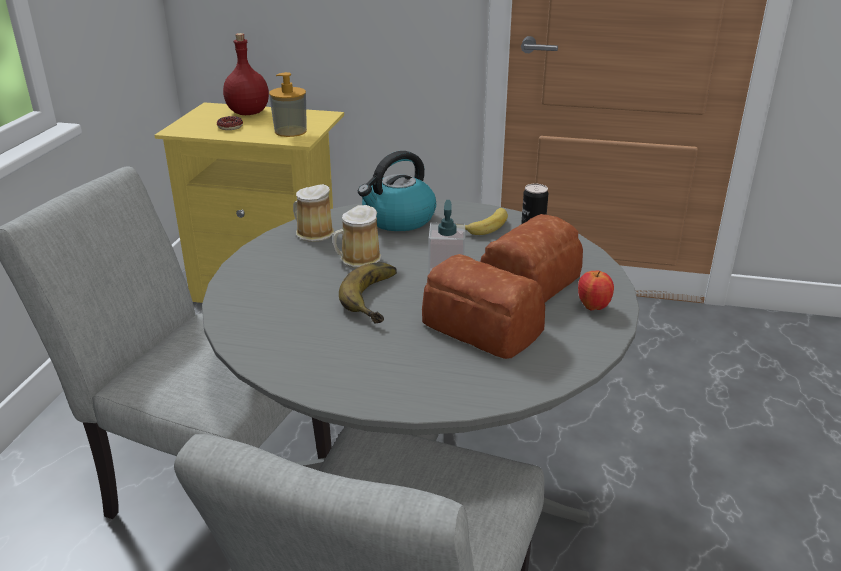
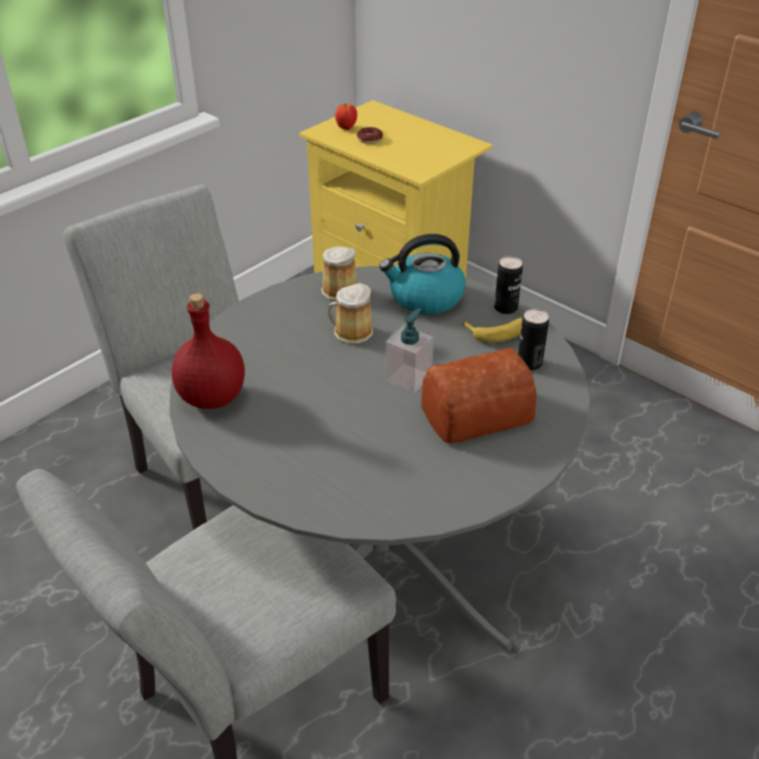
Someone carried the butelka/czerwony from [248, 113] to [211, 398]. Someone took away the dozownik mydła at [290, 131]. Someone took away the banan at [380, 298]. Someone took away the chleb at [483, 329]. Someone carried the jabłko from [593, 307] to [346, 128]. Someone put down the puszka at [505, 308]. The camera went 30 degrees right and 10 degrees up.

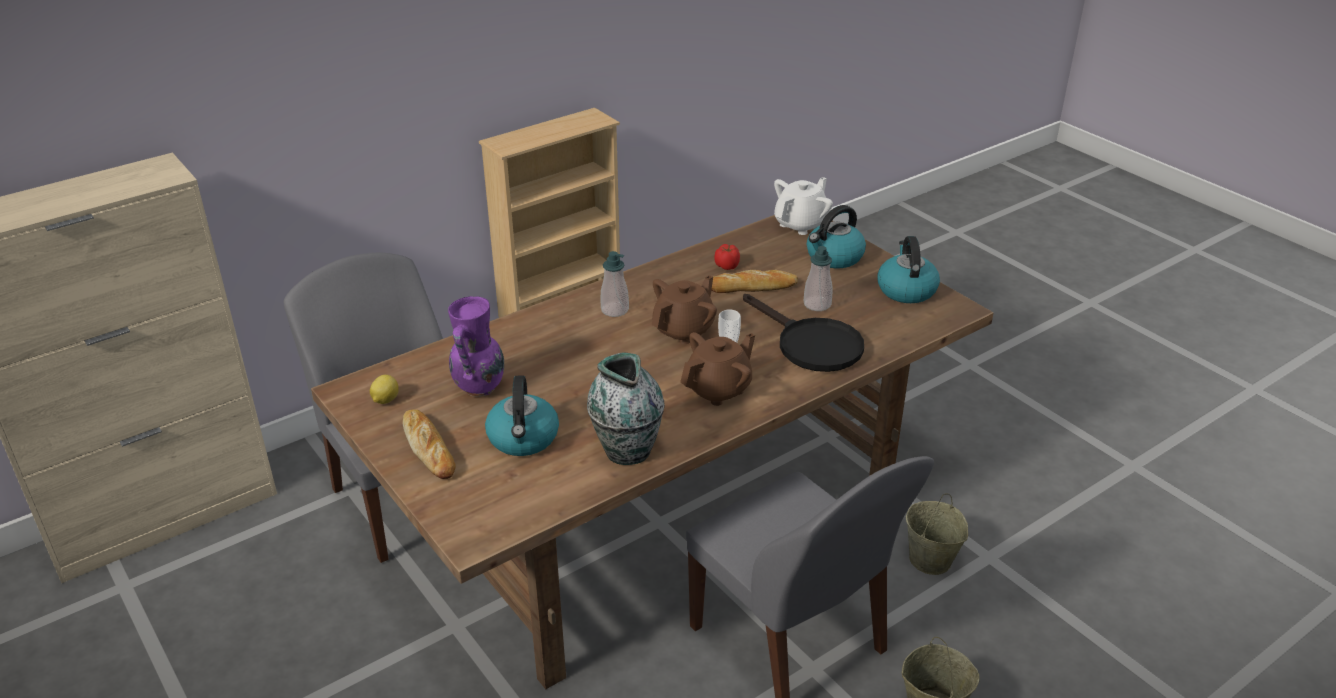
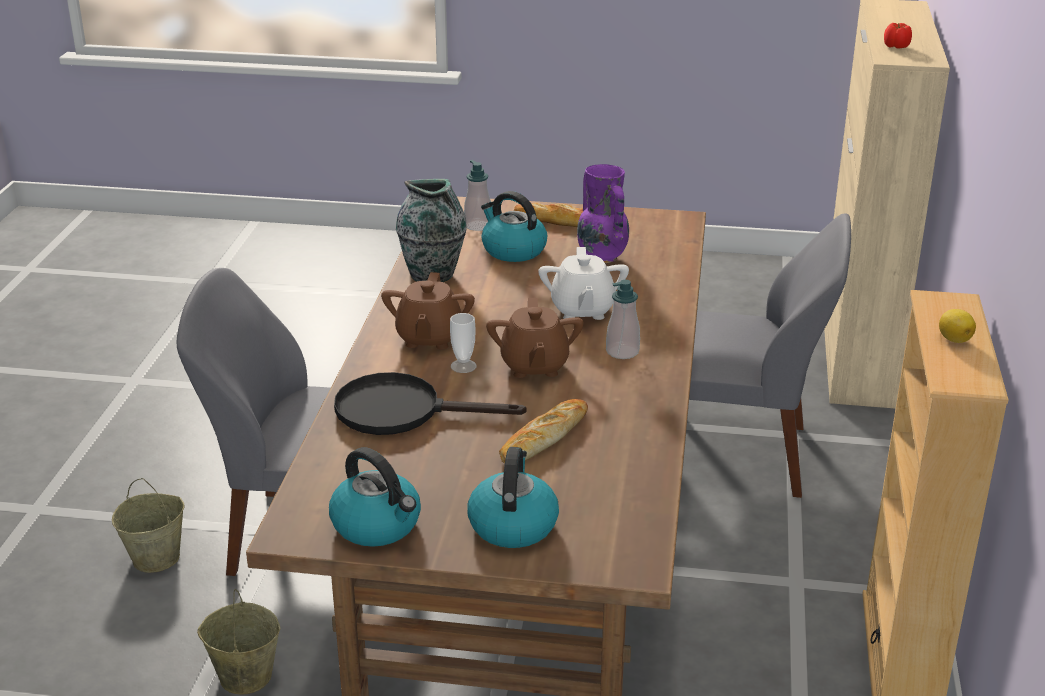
Someone carried the cytryna from [385, 400] to [954, 339]. Someone carried the pomidor from [727, 266] to [896, 47]. Someone carried the imbryk/biały from [801, 224] to [582, 310]. Someone carried the dozownik mydła from [817, 304] to [478, 225]. The camera went 135 degrees right and 5 degrees down.

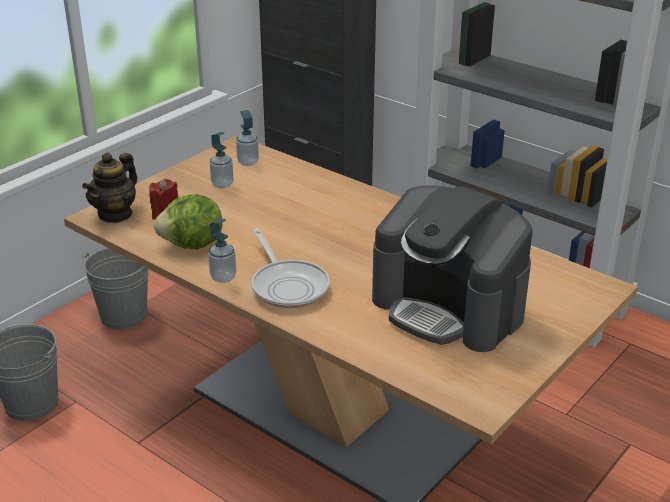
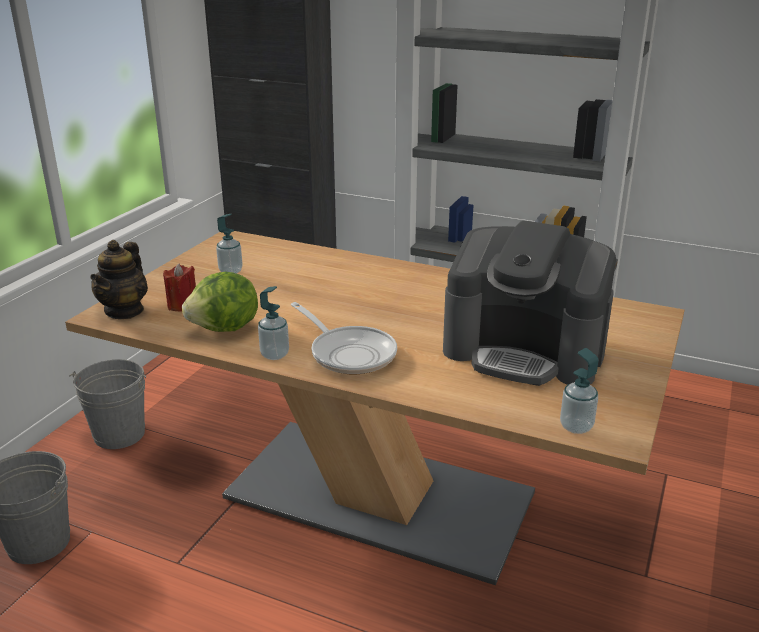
Someone carried the dozownik mydła from [248, 162] to [576, 426]. The camera went 15 degrees left and 5 degrees down.

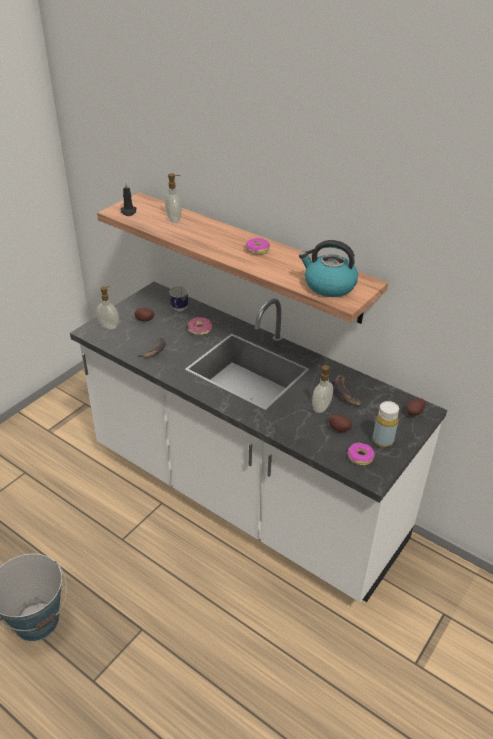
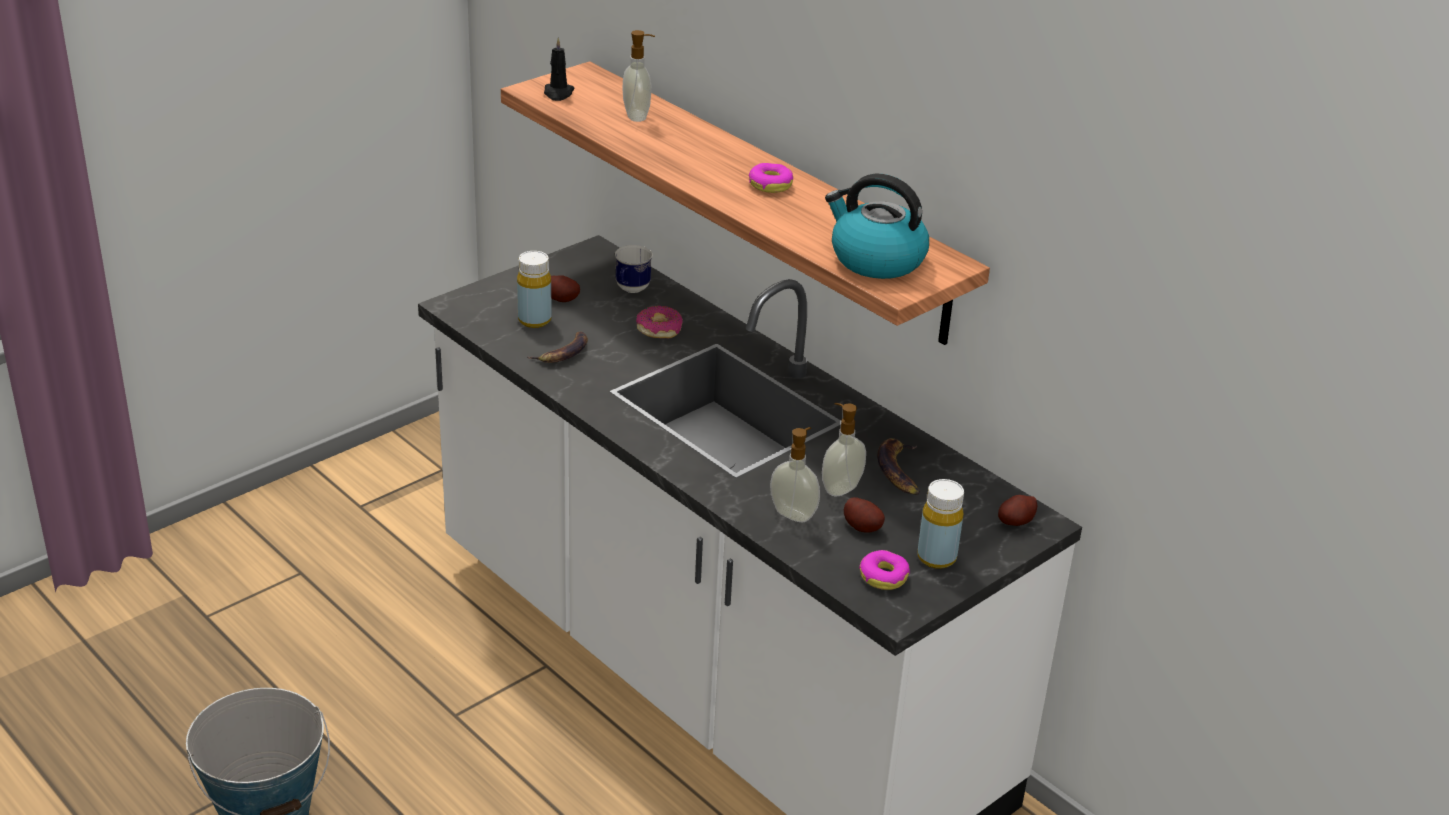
Someone carried the dozownik mydła from [109, 326] to [794, 514]. Someone put down the butelka/żółty at [534, 320]. The camera went 10 degrees right and 5 degrees down.

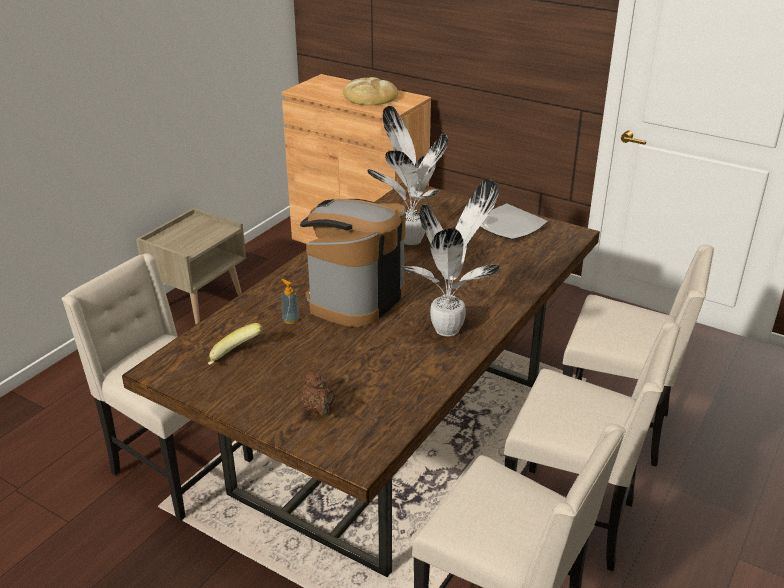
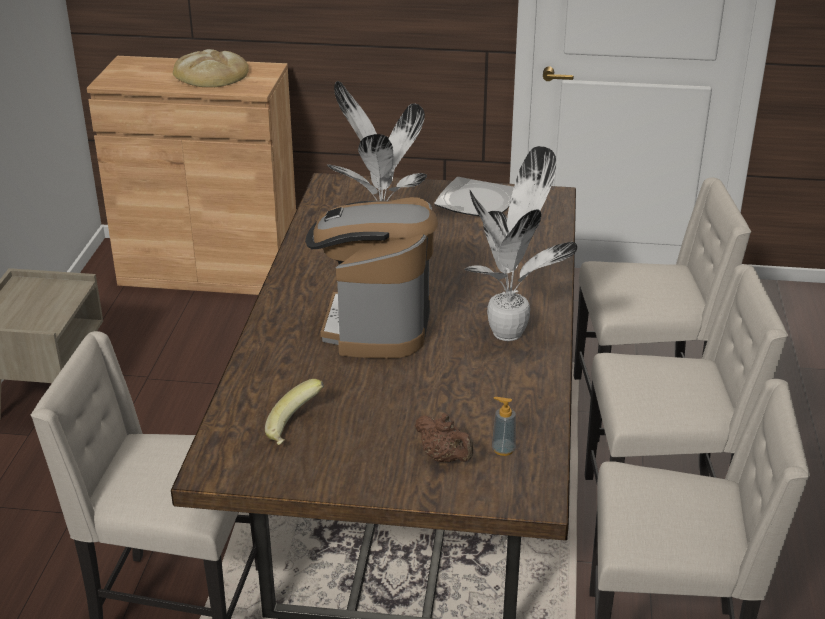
Someone carried the dozownik mydła from [290, 320] to [503, 449]. The camera went 25 degrees left and 0 degrees up.

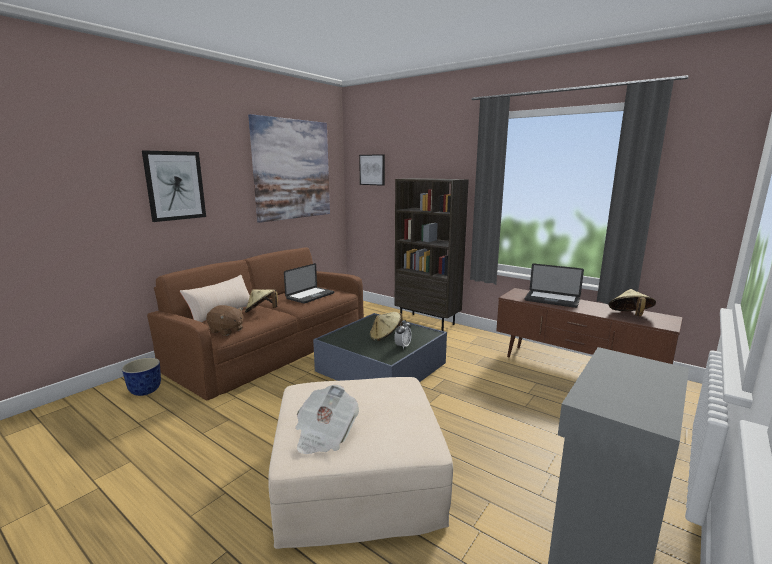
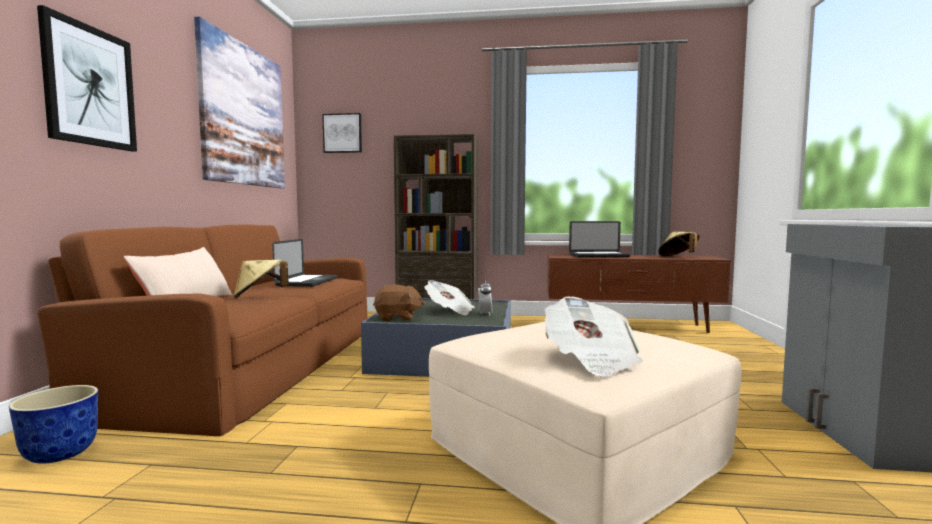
Someone carried the pluszak/brązowy from [226, 330] to [397, 318]. Someone swapped the kapelusz/beżowy at [385, 337] for the gazeta at [450, 311]. The camera went 30 degrees left and 10 degrees down.

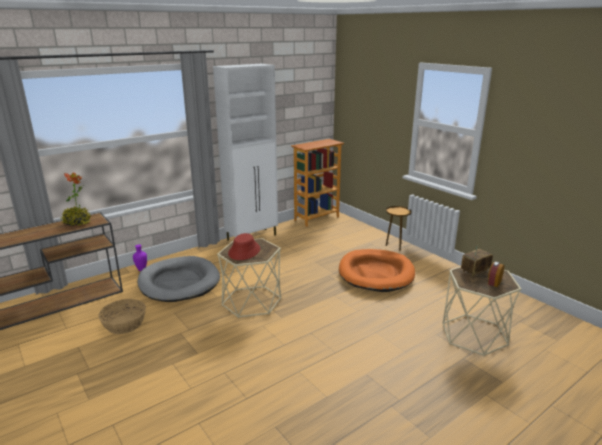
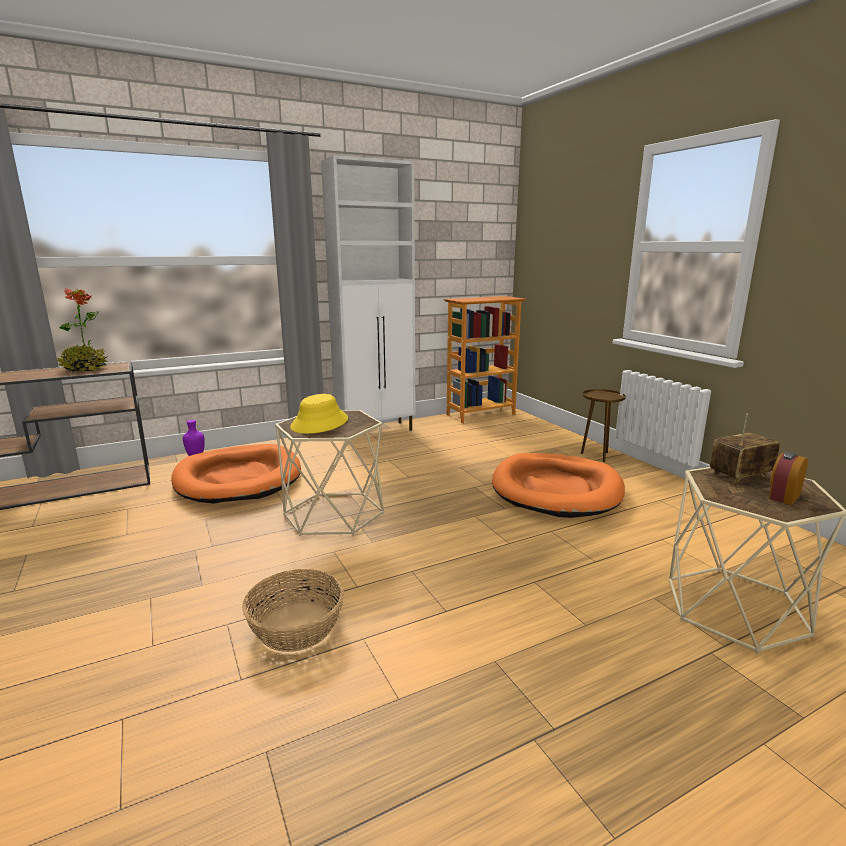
Someone carried the koszyk from [124, 324] to [296, 626]. Someone repainted the legowisko/szary at [179, 282], which became the legowisko/pomarańczowy at [238, 478]. Someone repainted the kapelusz/czerwony at [244, 251], which became the kapelusz/żółty at [320, 423]. The camera went 10 degrees right and 5 degrees down.

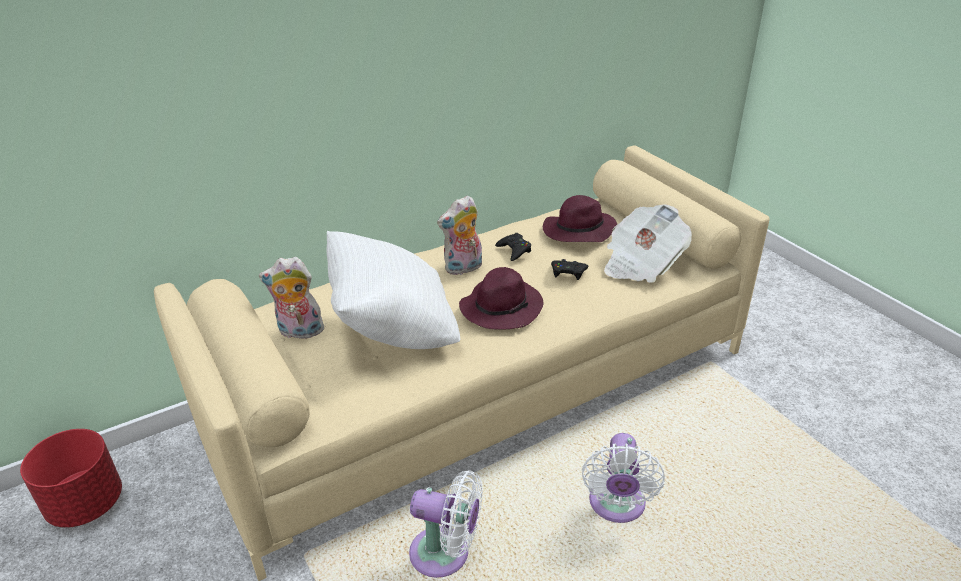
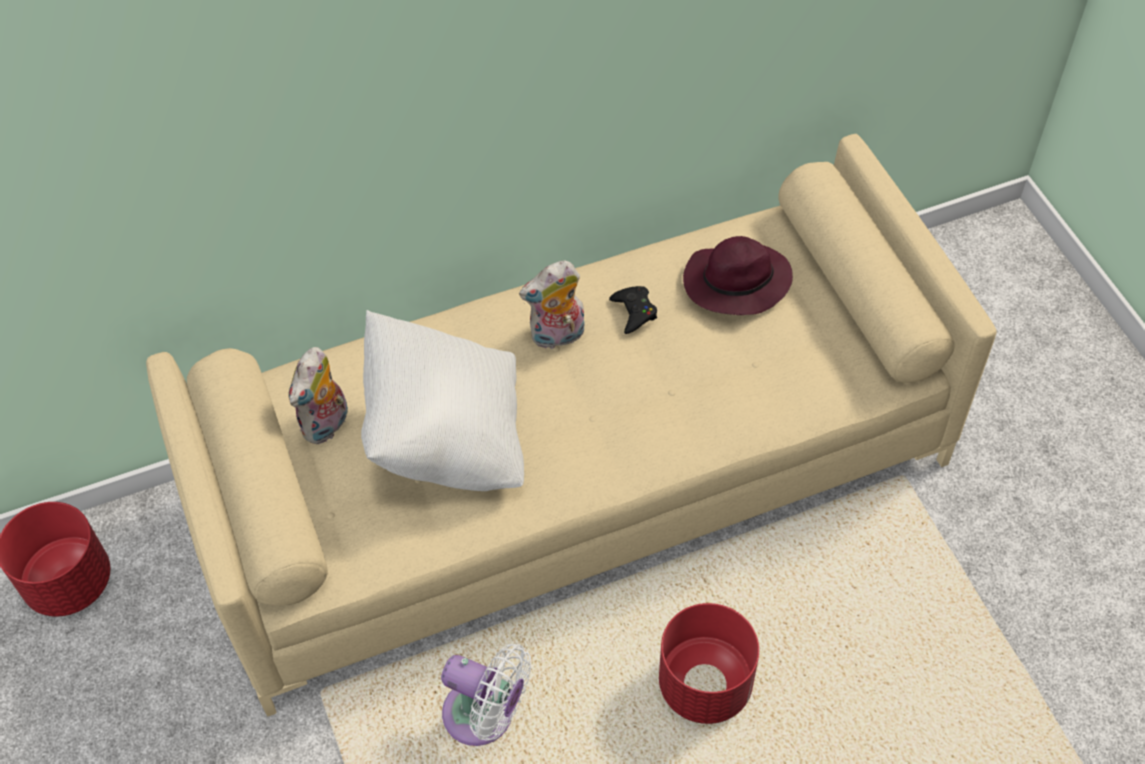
Someone rotated the pluszak at [299, 332] by 75 degrees counterclockwise. Someone took away the kapelusz/fioletowy at [501, 307]. Someone took away the pad do gier/czarny at [568, 272]. Someone swapped the wentylator/biały at [616, 507] for the donica/czerwony at [705, 684]. Someone took away the gazeta at [641, 263]. The camera went 10 degrees right and 20 degrees up.

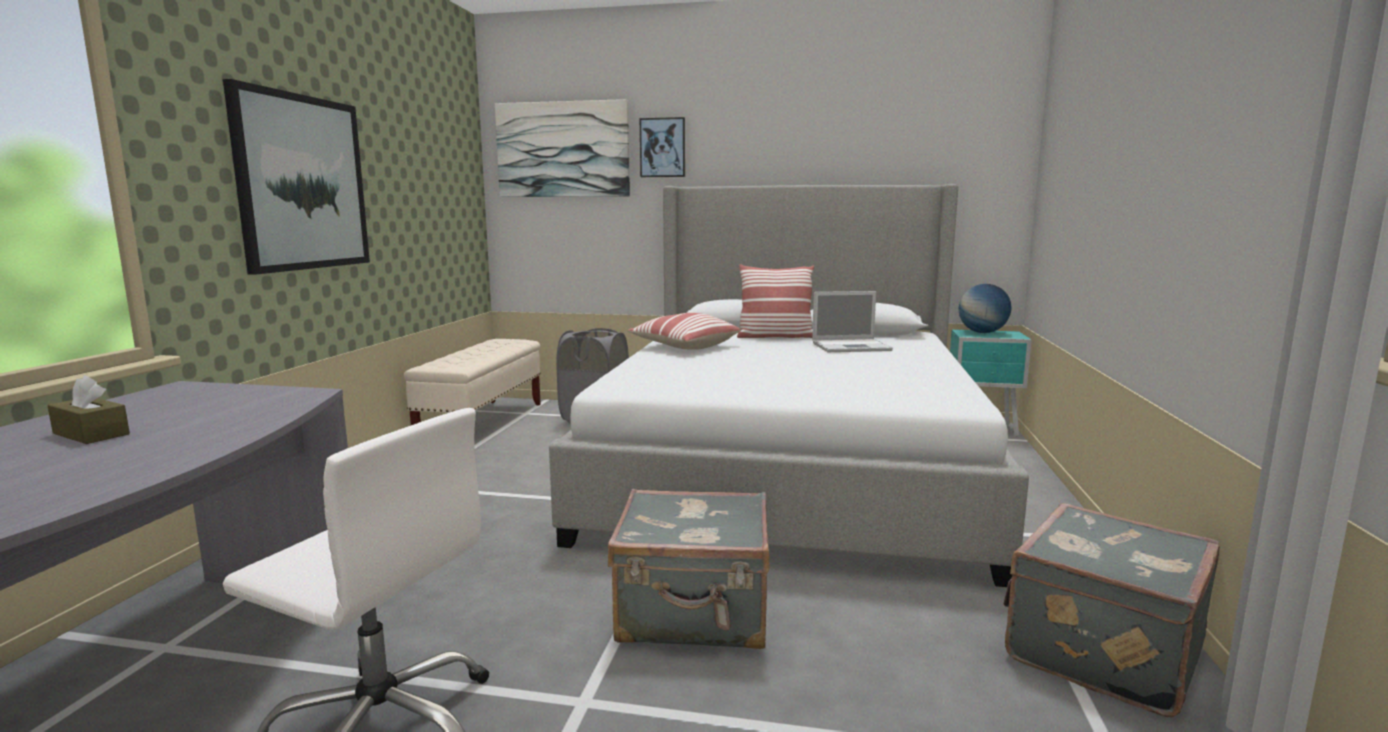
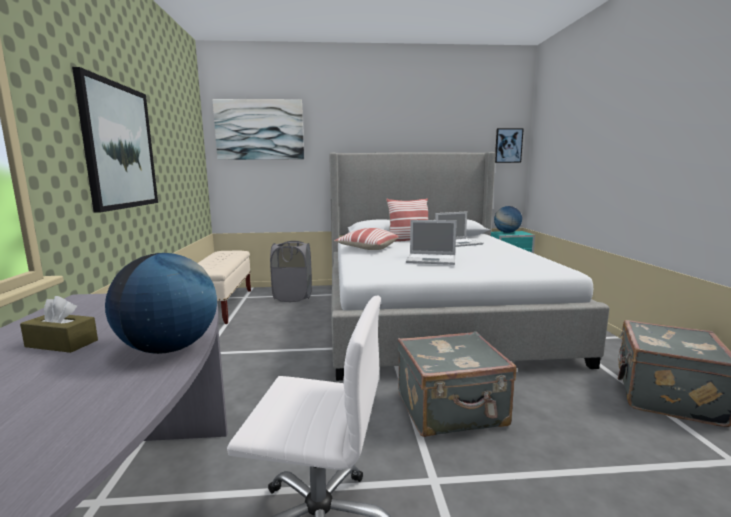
Someone carried the obraz from [662, 147] to [508, 145]. Someone put down the globus at [169, 348]. Someone put down the laptop at [432, 259]. The camera went 15 degrees left and 0 degrees up.

